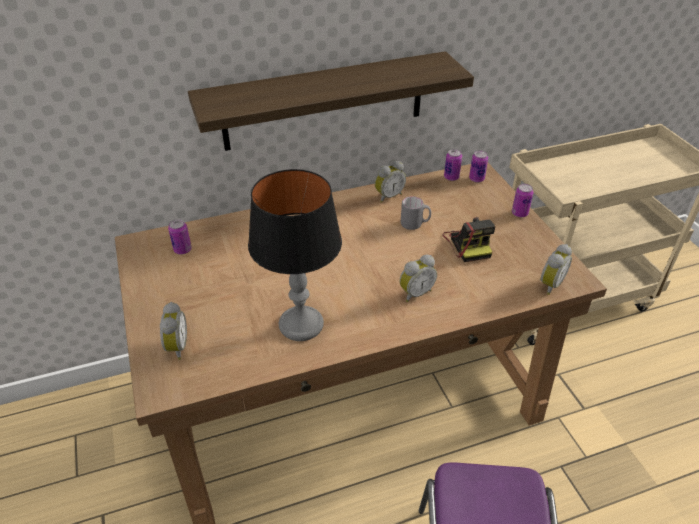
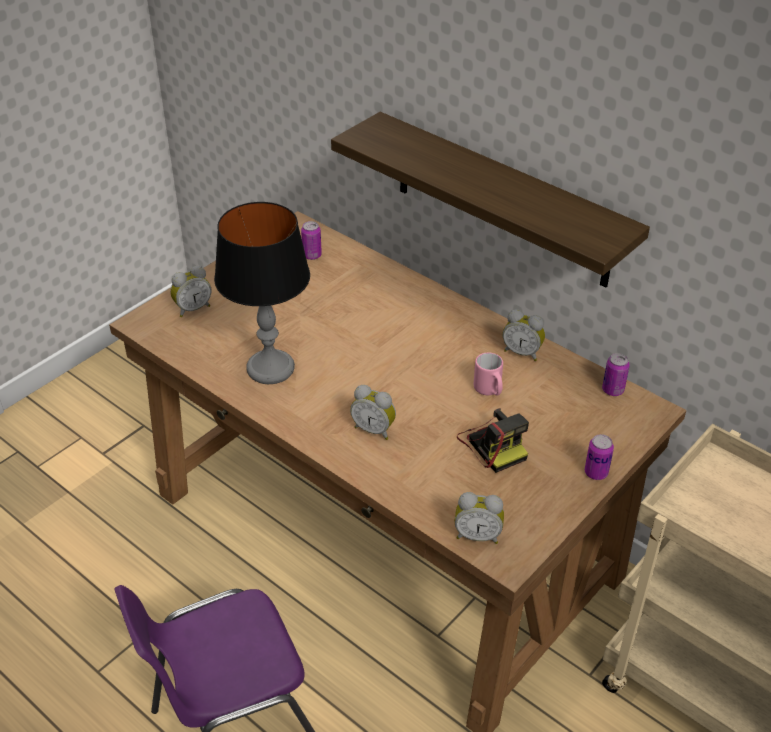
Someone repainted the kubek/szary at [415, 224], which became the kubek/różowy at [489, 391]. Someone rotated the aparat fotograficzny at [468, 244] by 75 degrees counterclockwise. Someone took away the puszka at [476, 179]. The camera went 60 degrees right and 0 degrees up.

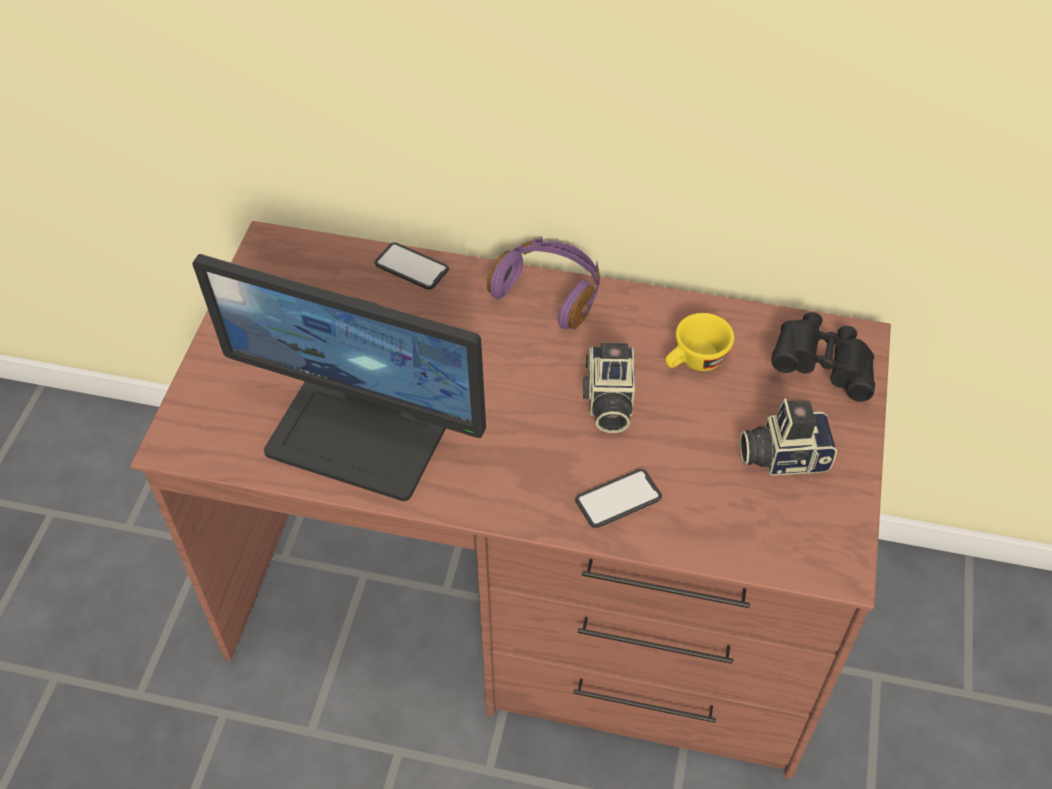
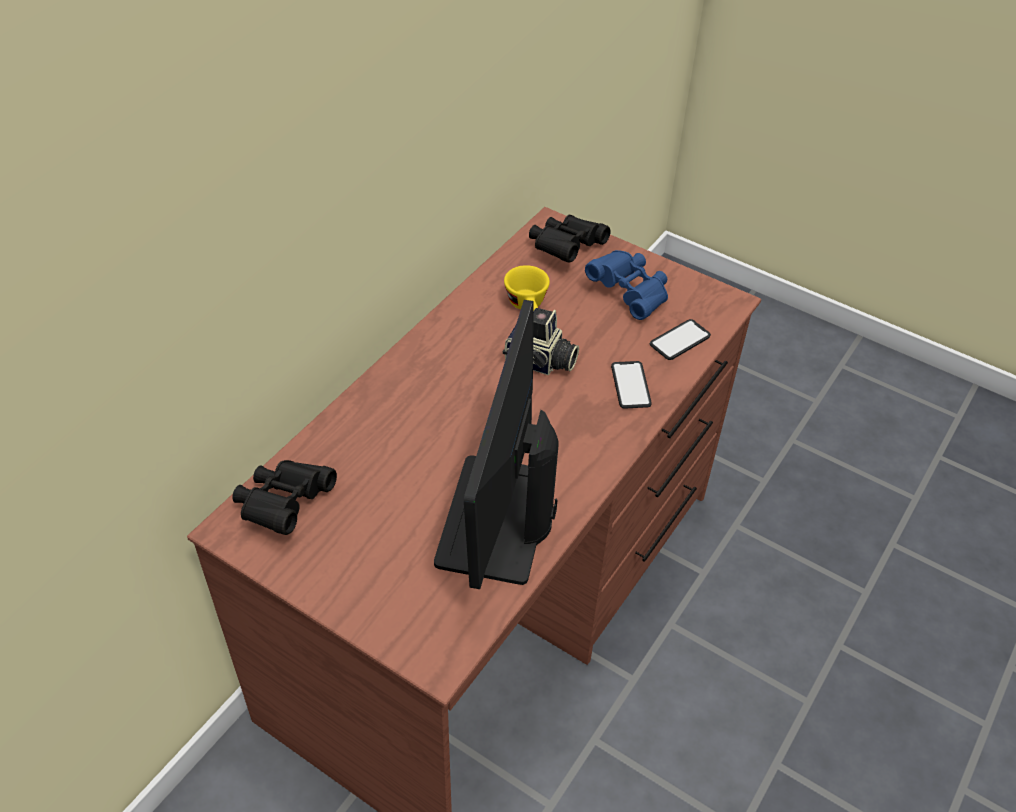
Someone rotated the monitor at [359, 436] by 150 degrees clockwise. Someone carried the telefon from [411, 267] to [679, 340]. Someone took away the słuchawki/fioletowy at [549, 292]. Someone swapped the aparat fotograficzny at [782, 455] for the lornetka/niebieski at [630, 293]. Someone put down the lornetka/czarny at [284, 505]. The camera went 70 degrees left and 5 degrees down.

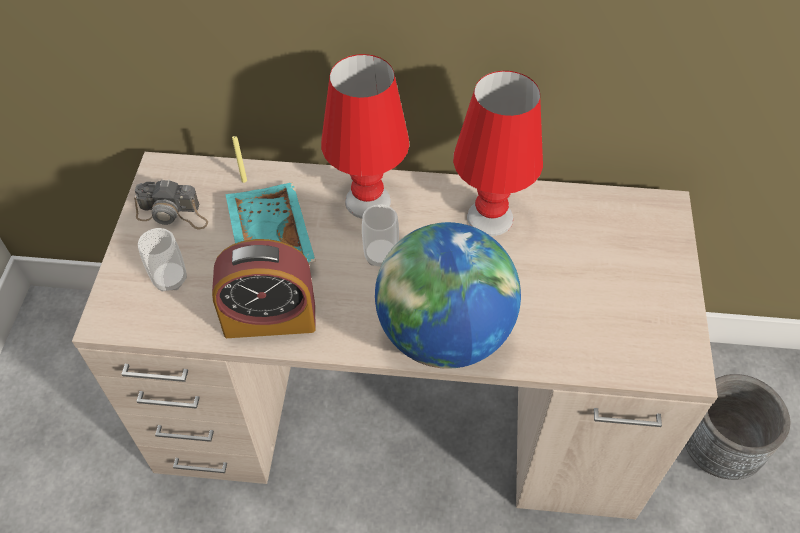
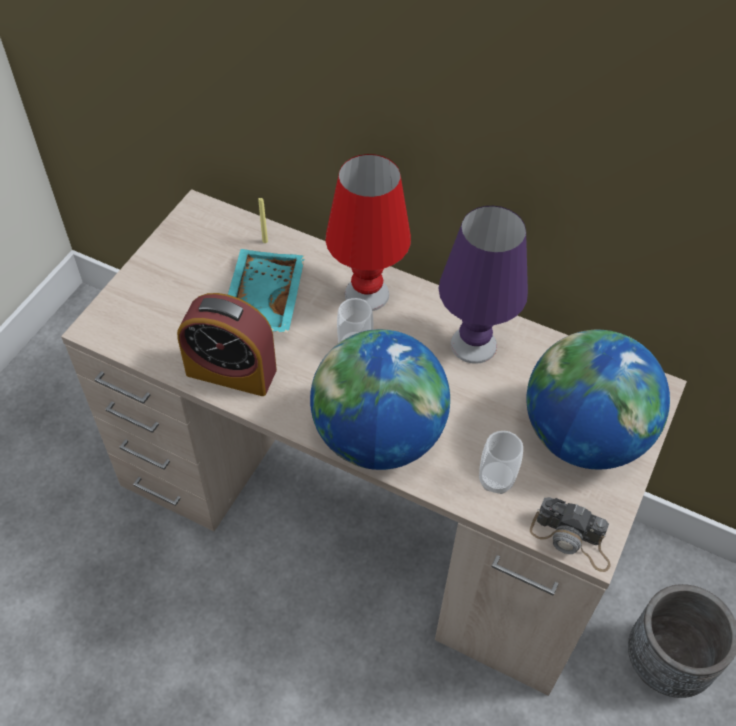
Someone carried the aparat fotograficzny from [173, 214] to [572, 540]. Someone carried the filiżanka from [170, 279] to [496, 479]. Someone repainted the lampa stołowa/czerwony at [489, 218], which became the lampa stołowa/fioletowy at [473, 344]. Someone put down the globus at [582, 436]. The camera went 20 degrees right and 0 degrees up.

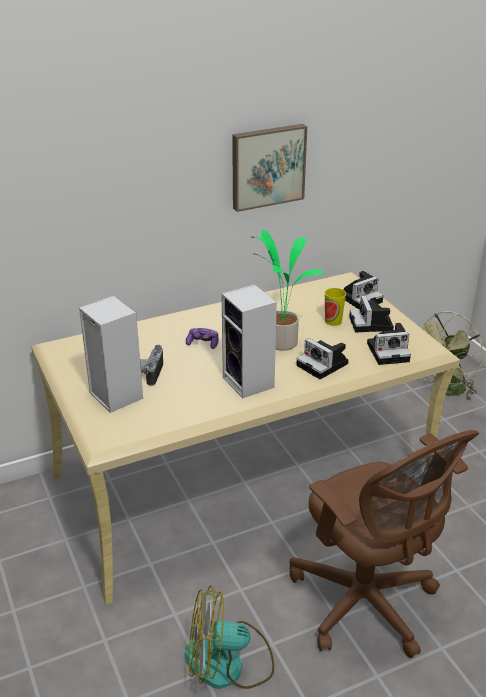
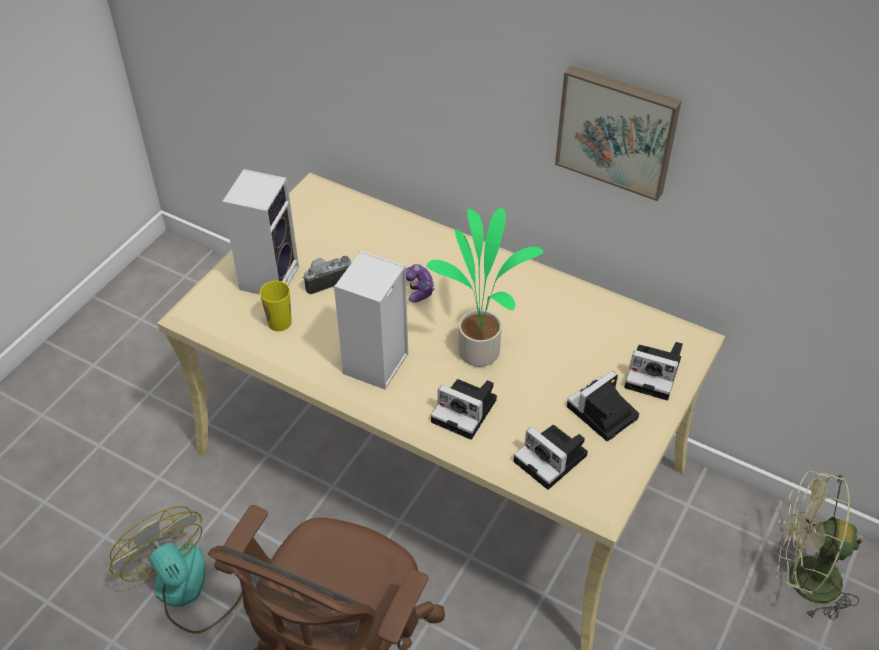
Someone rotated the aparat fotograficzny at [324, 365] by 75 degrees counterclockwise. Someone carried the filiżanka from [333, 321] to [279, 322]. The camera went 55 degrees right and 15 degrees up.

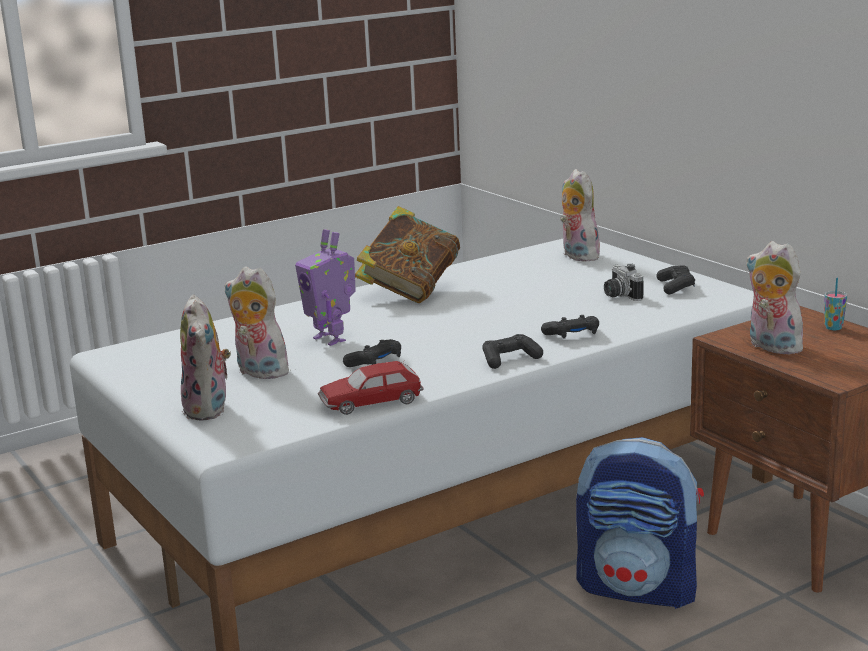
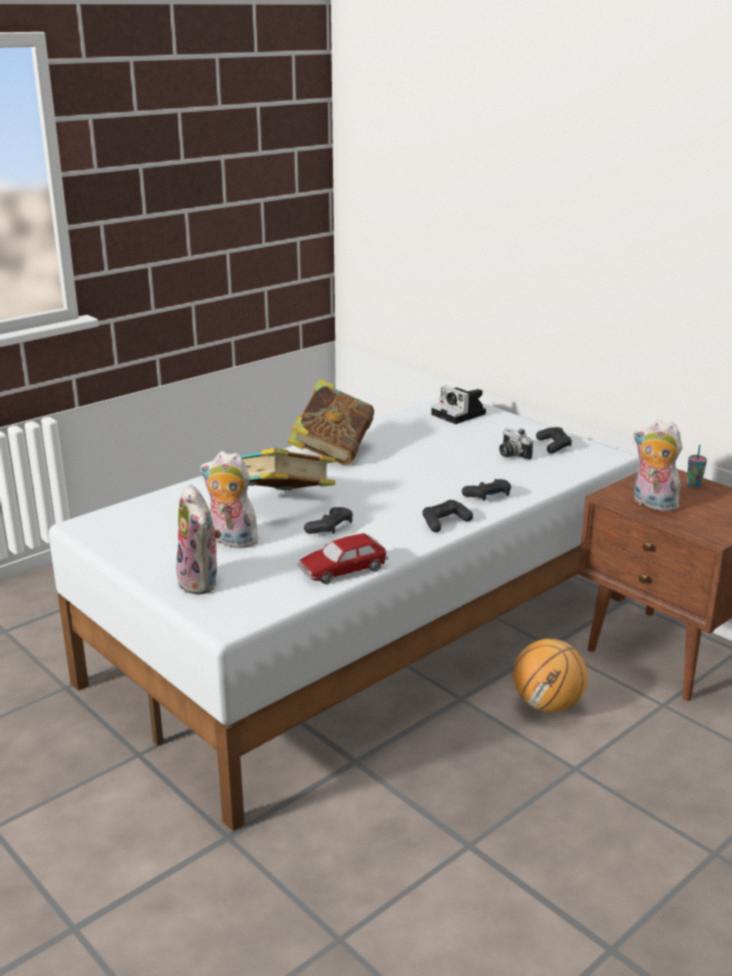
Someone swapped the robot zabawkowy at [331, 339] for the książka at [282, 504]. Someone swapped the pluszak at [577, 256] for the aparat fotograficzny at [460, 415]. Someone swapped the plecak at [639, 588] for the piłka do koszykówki at [548, 705]. The camera went 10 degrees left and 5 degrees up.

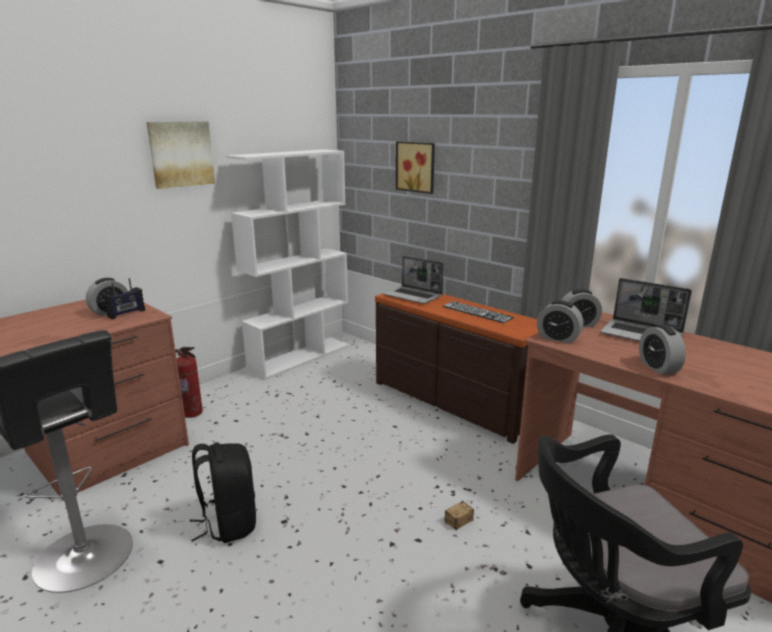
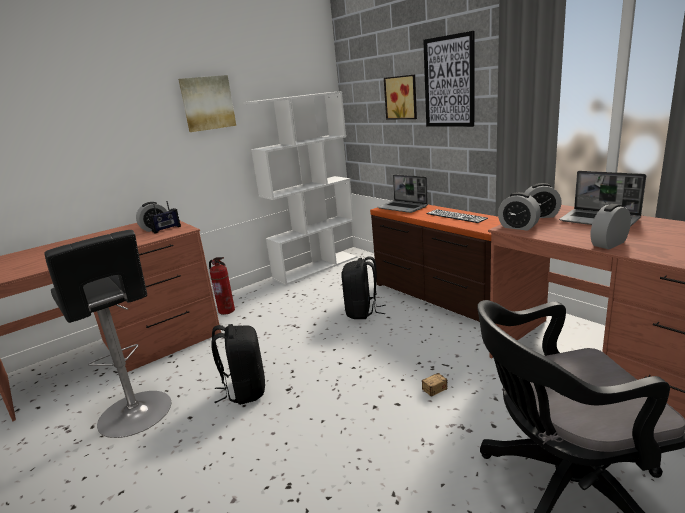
Someone rotated the budzik at [658, 367] by 60 degrees clockwise. Someone put down the plecak/czarny at [362, 312]. Someone put up the obraz at [449, 82]. The camera went 10 degrees right and 0 degrees up.

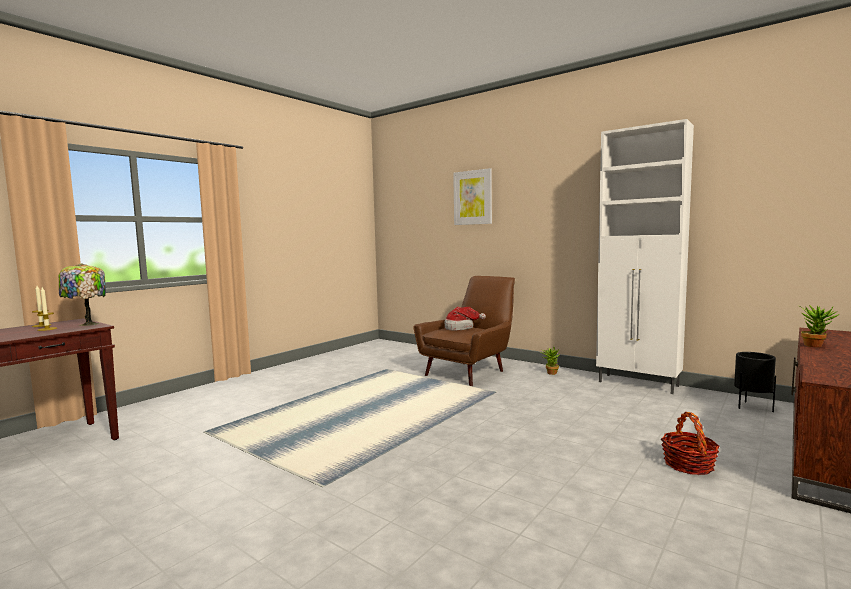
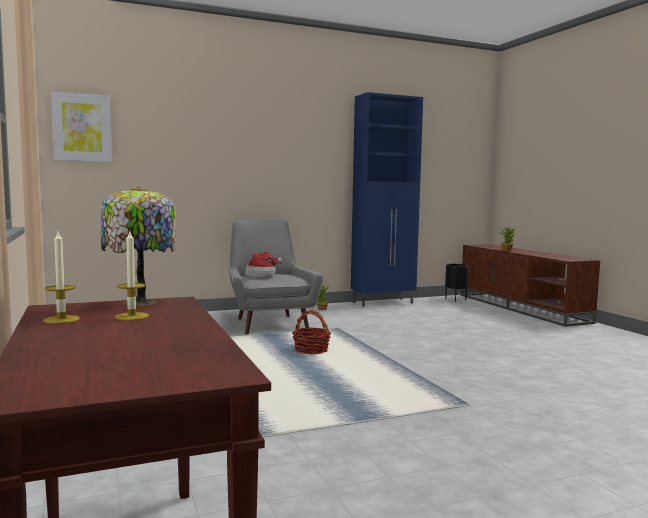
Someone repainted the fotel/brązowy at [470, 371], which became the fotel/szary at [268, 322]. Someone carried the obraz from [473, 197] to [82, 127]. Someone repainted the szafka/biały at [639, 384], which became the szafka/niebieski at [384, 302]. Someone carried the koszyk from [688, 465] to [311, 350]. The camera went 60 degrees left and 0 degrees up.

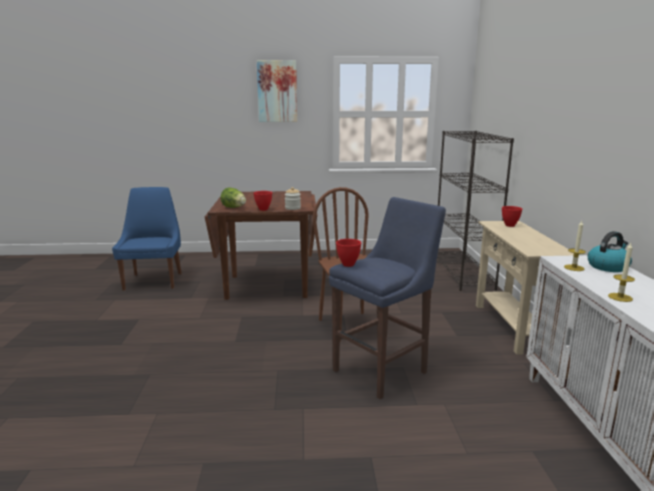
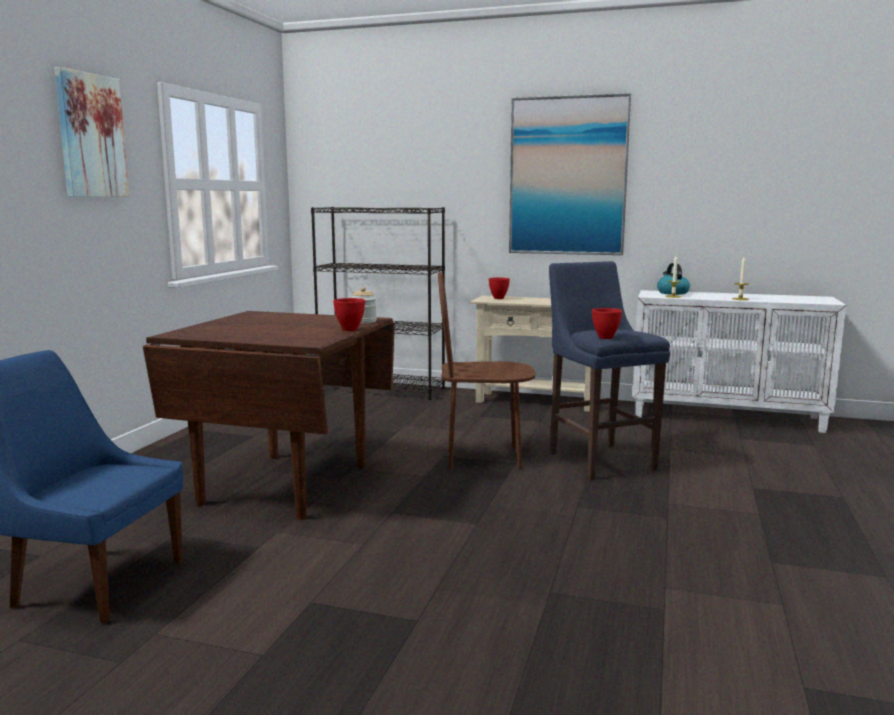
Someone took away the sałata at [234, 208]. Someone put up the obraz at [567, 176]. The camera went 70 degrees left and 5 degrees down.

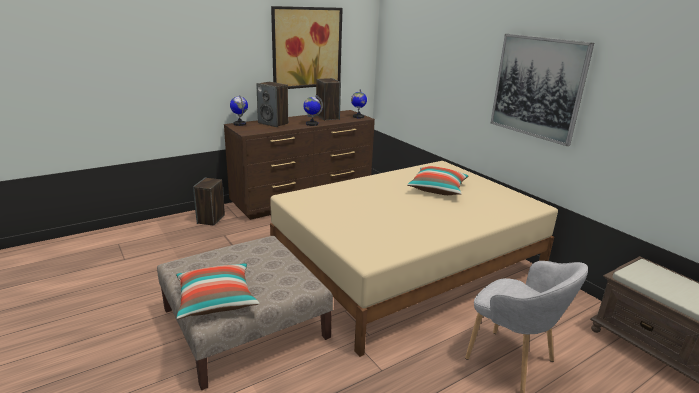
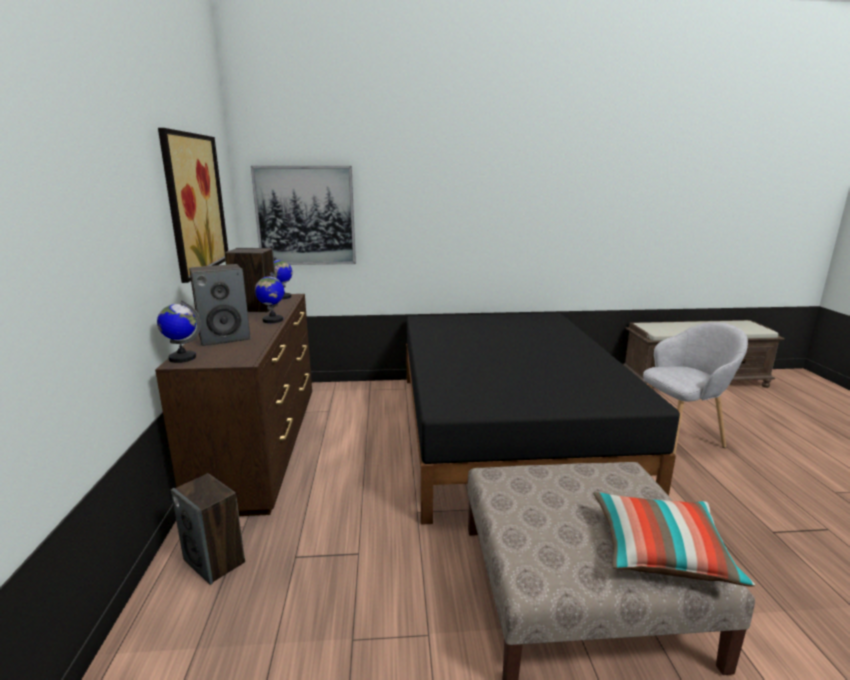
Someone repainted the łóżko/beżowy at [408, 267], which became the łóżko/czarny at [506, 431]. Someone took away the poduszka at [437, 189]. Someone carried the obraz from [537, 87] to [305, 216]. The camera went 60 degrees left and 5 degrees down.

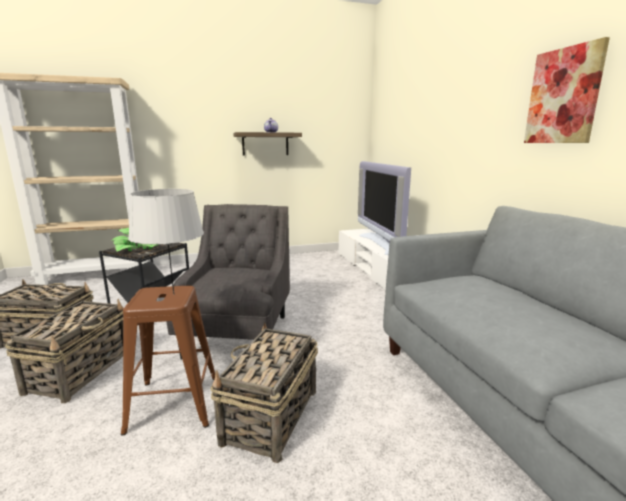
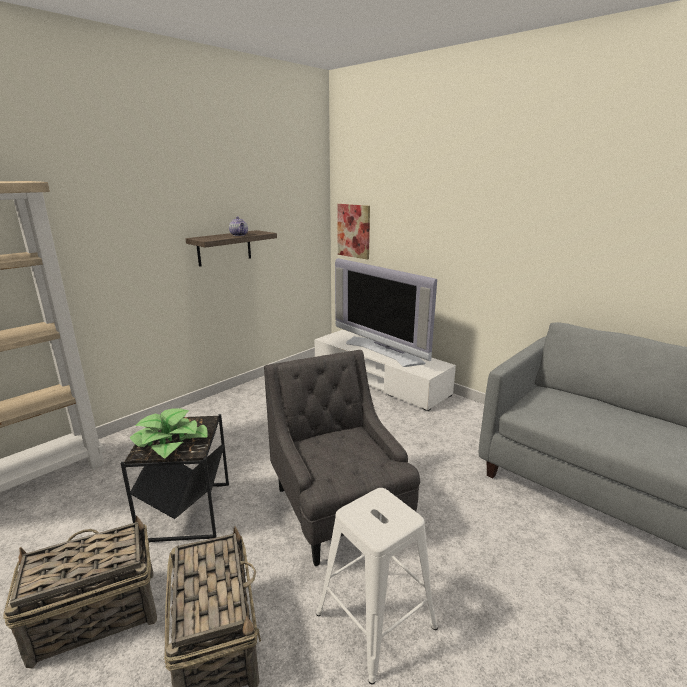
Someone repainted the stołek/brązowy at [173, 402], which became the stołek/biały at [374, 620]. Someone took away the lampa stołowa/szary at [173, 294]. Someone took away the koszyk at [270, 417]. Someone carried the obraz from [563, 96] to [354, 231]. The camera went 30 degrees left and 5 degrees up.

